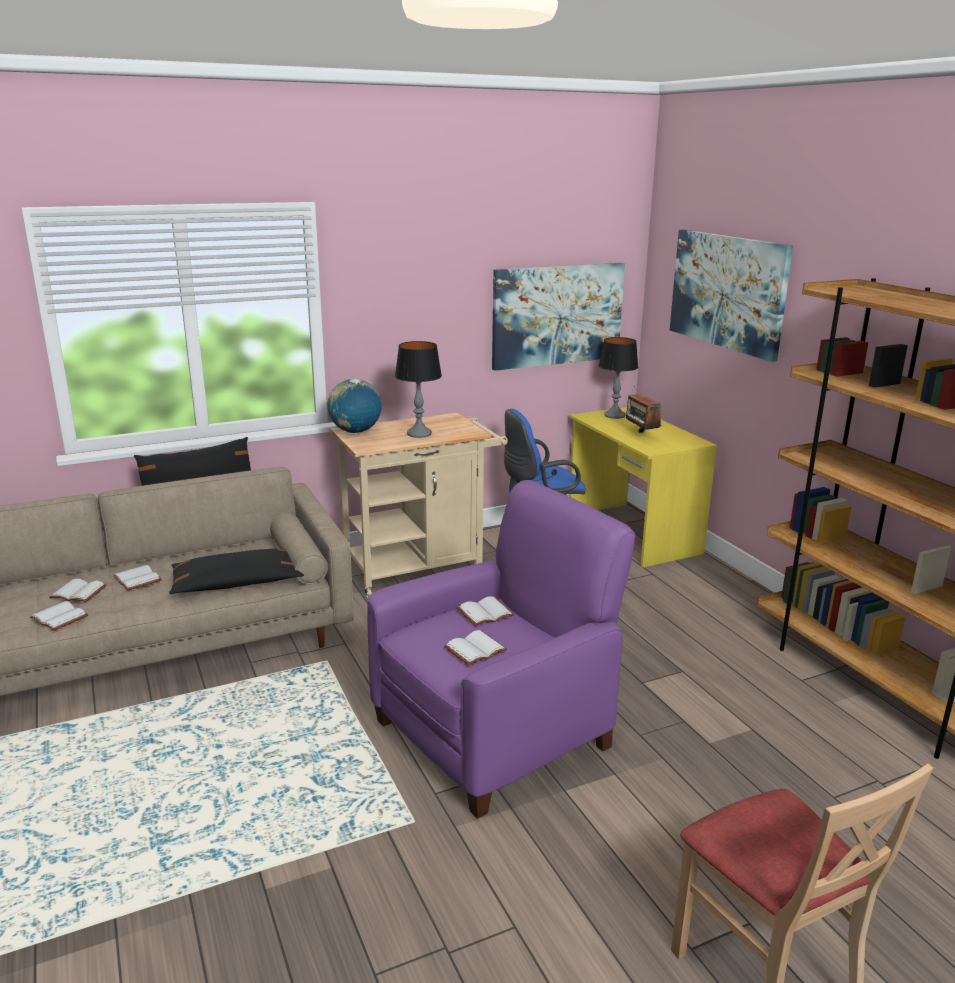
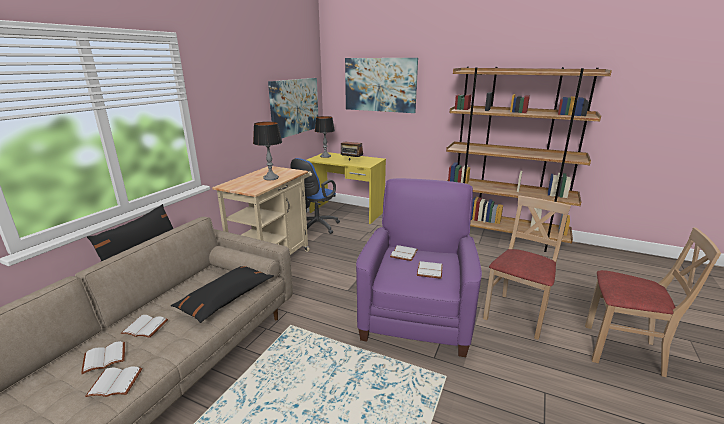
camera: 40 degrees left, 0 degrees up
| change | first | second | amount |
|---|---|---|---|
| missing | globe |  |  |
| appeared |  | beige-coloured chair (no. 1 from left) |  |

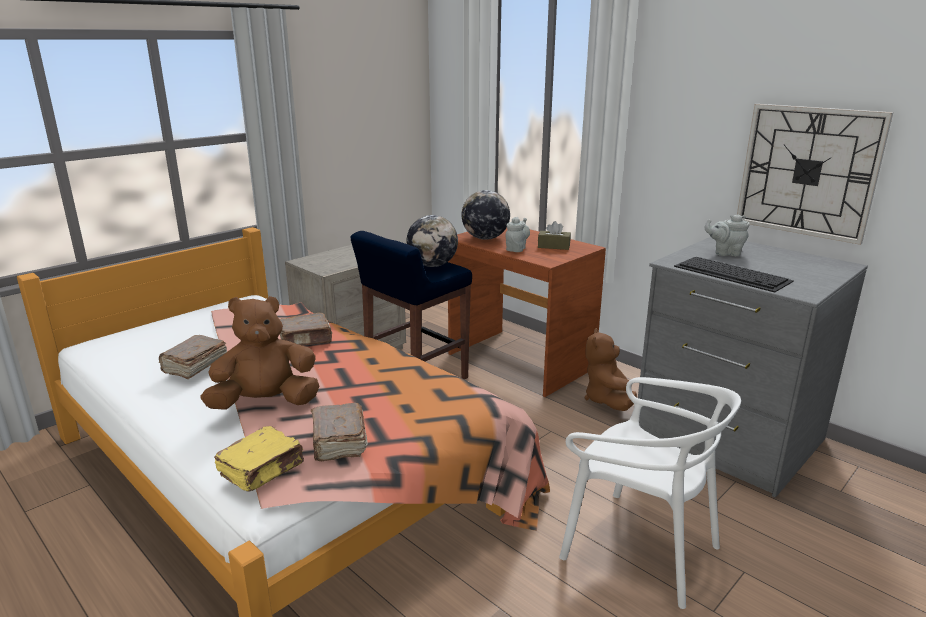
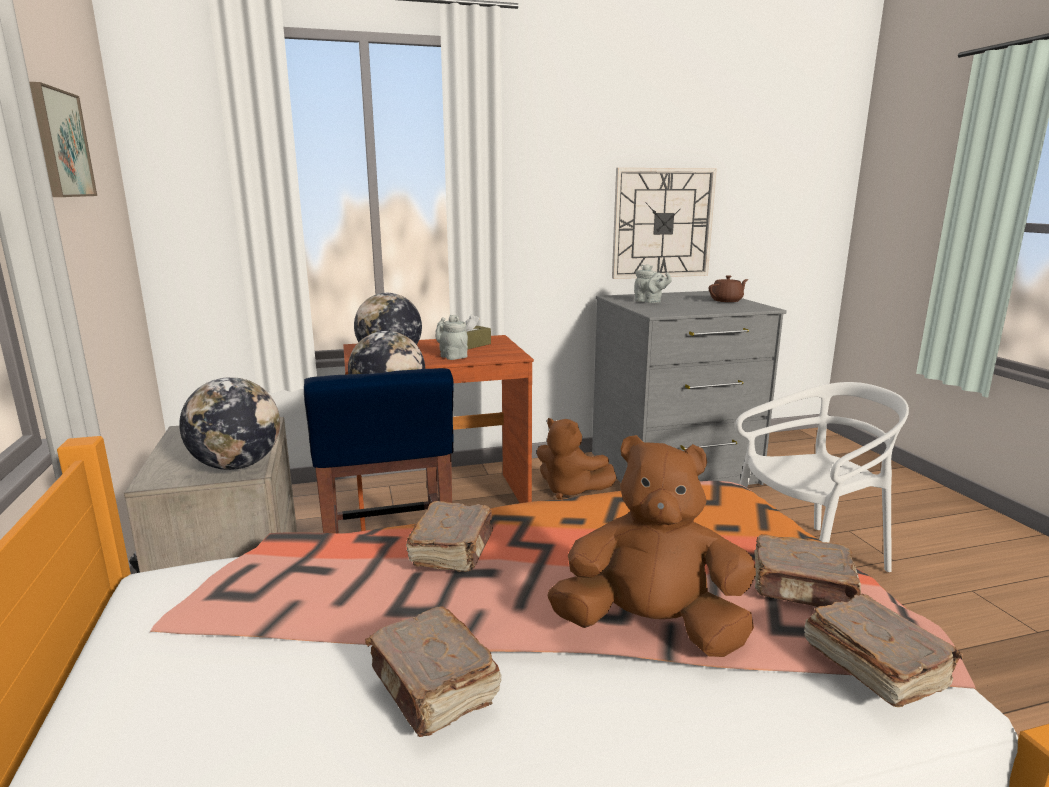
camera: 60 degrees left, 5 degrees down
| change | first | second | amount |
|---|---|---|---|
| spun | greyish pot for tea (no. 2 from left) |  | 90 degrees counterclockwise |
| missing | keyboard |  |  |
| spun | brown-coloured cuddly toy (no. 1 from left in the first image) | brown-coloured cuddly toy (no. 2 from left) | 90 degrees clockwise |
| colour | yellow-coloured book | brown-coloured book (no. 4 from left) |  |
| appeared |  | wall art |  |
| appeared |  | brown-coloured pot for tea |  |
| appeared |  | globe (no. 1 from left) |  |

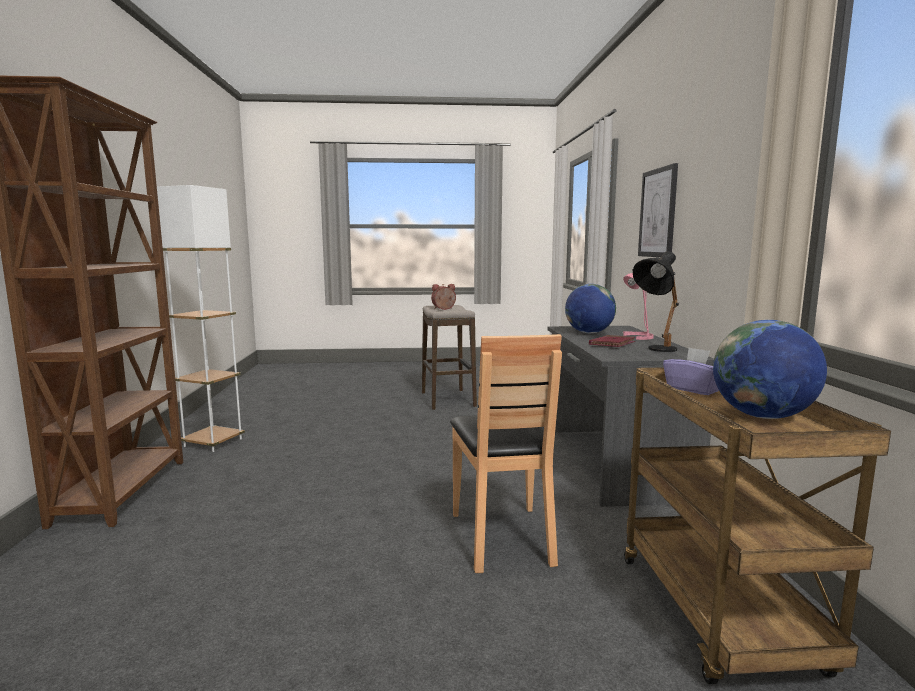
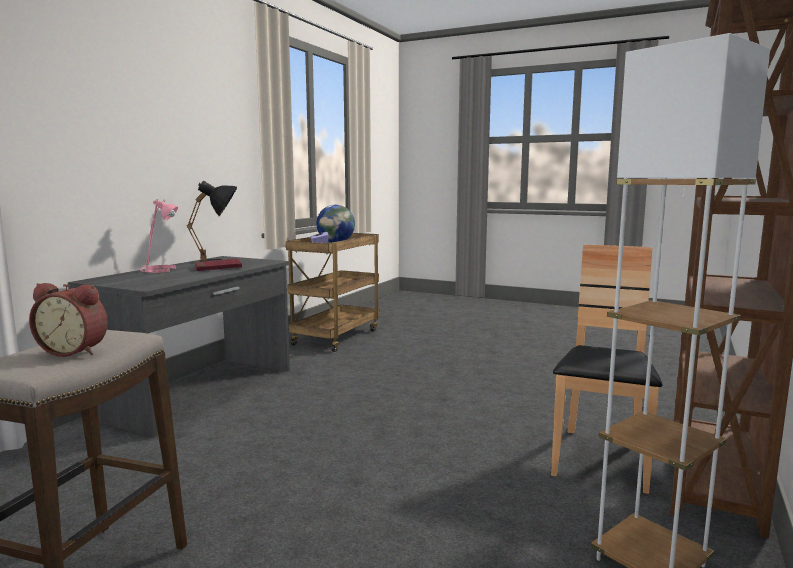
camera: 150 degrees left, 0 degrees up
| change | first | second | amount |
|---|---|---|---|
| missing | wall art |  |  |
| missing | globe (no. 1 from left) |  |  |
| relocated | brown-coloured chair |  |  |

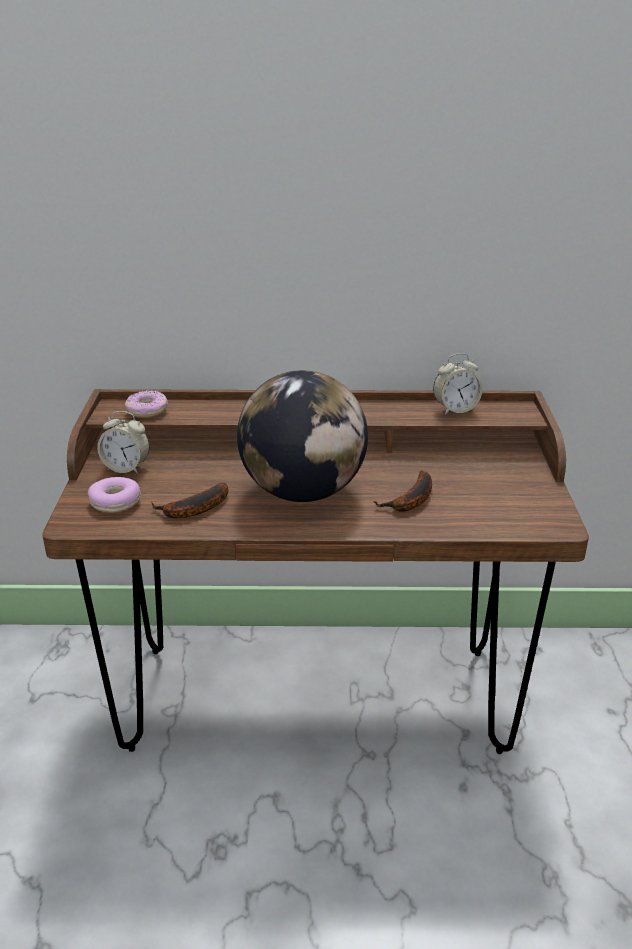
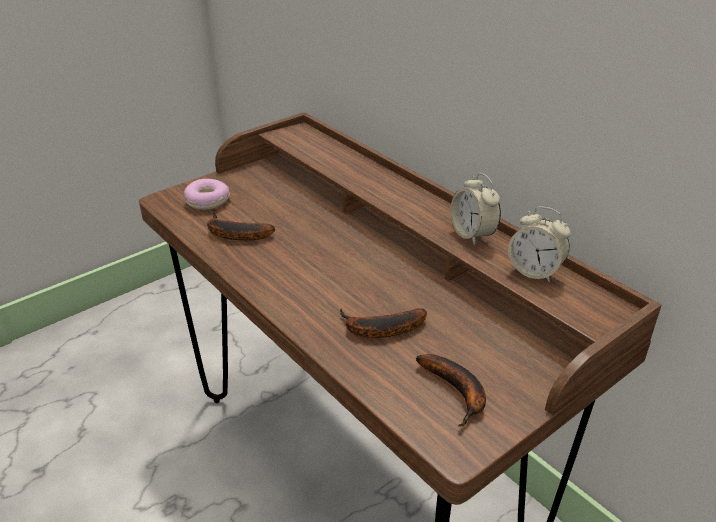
camera: 50 degrees right, 5 degrees up
| change | first | second | amount |
|---|---|---|---|
| missing | globe |  |  |
| missing | donut (no. 2 from left) |  |  |
| relocated | bedside clock (no. 1 from left) |  |  |
| appeared |  | banana fruit (no. 3 from left) |  |

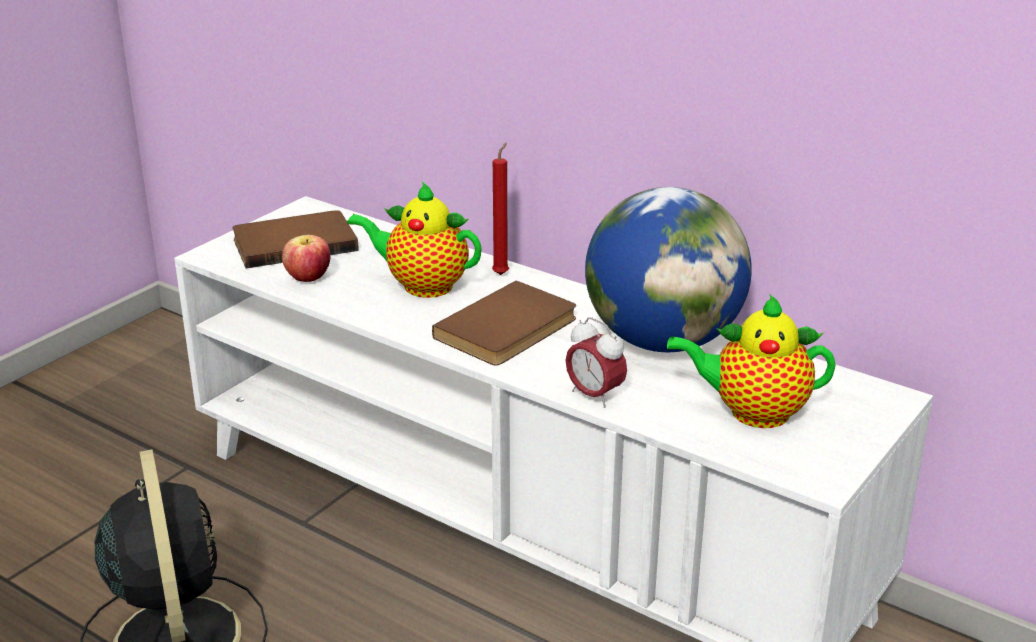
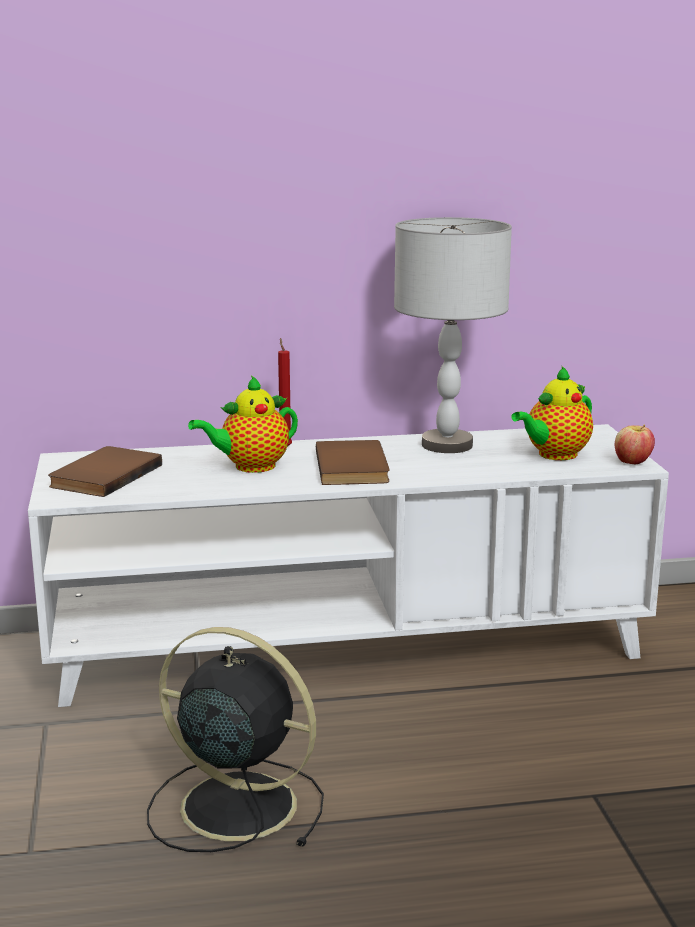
camera: 45 degrees left, 10 degrees down
| change | first | second | amount |
|---|---|---|---|
| exchanged | globe | greyish lamp for a table |  |
| relocated | whole apple |  |  |
| missing | bedside clock |  |  |

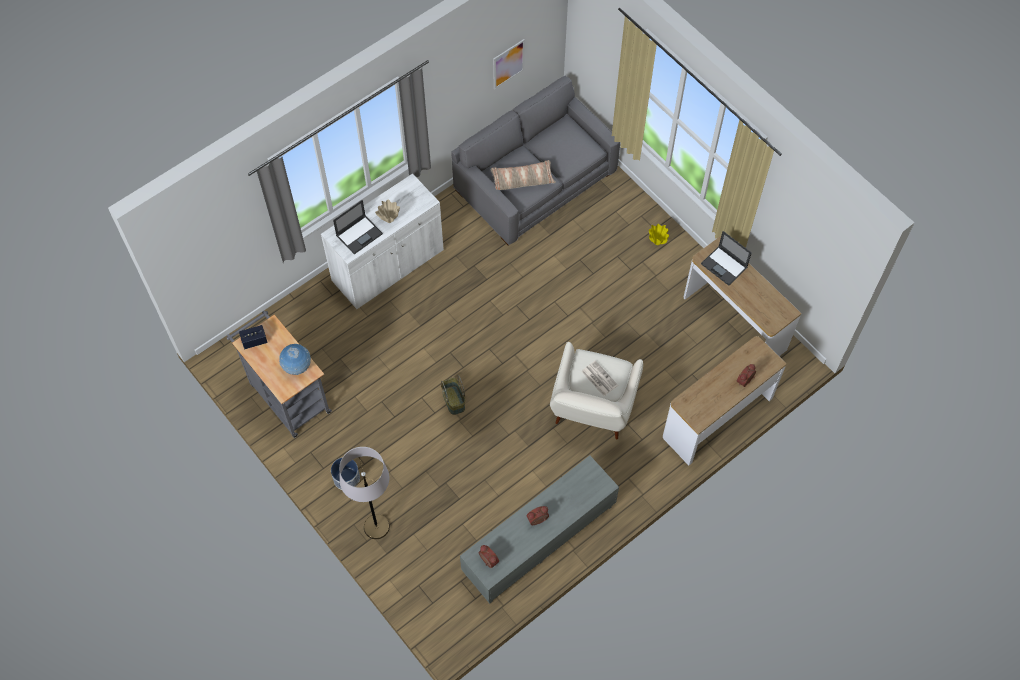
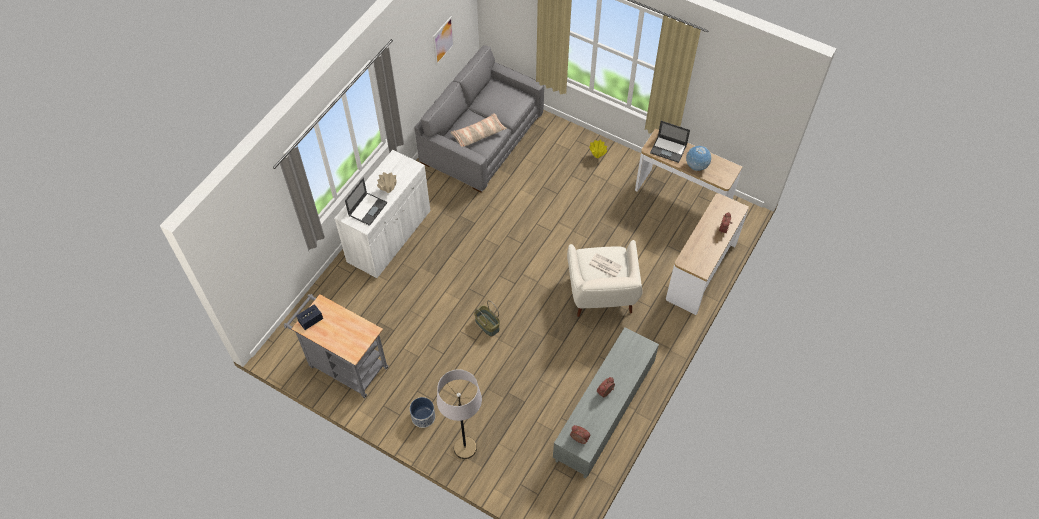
camera: 20 degrees left, 5 degrees down
| change | first | second | amount |
|---|---|---|---|
| relocated | globe |  |  |

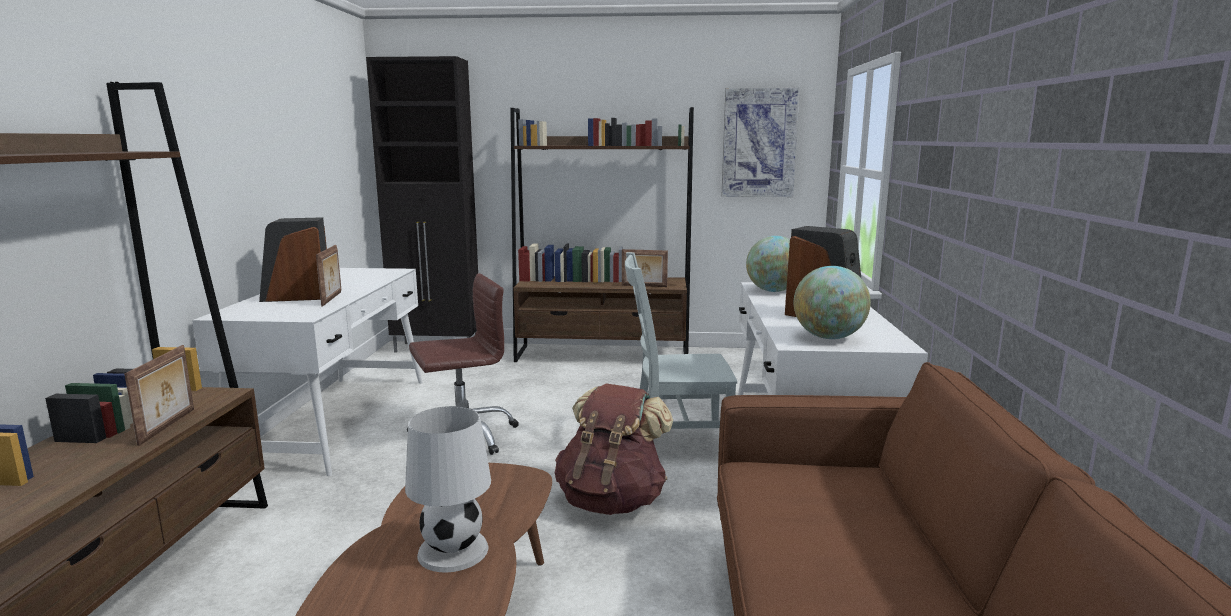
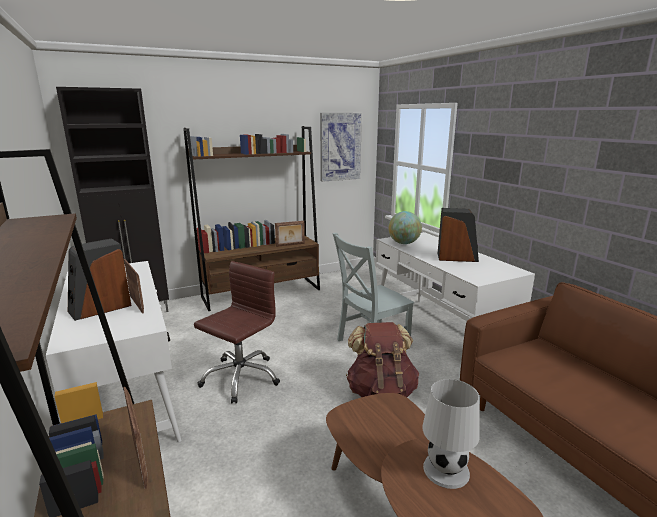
camera: 30 degrees left, 5 degrees up
| change | first | second | amount |
|---|---|---|---|
| missing | globe (no. 2 from left) |  |  |

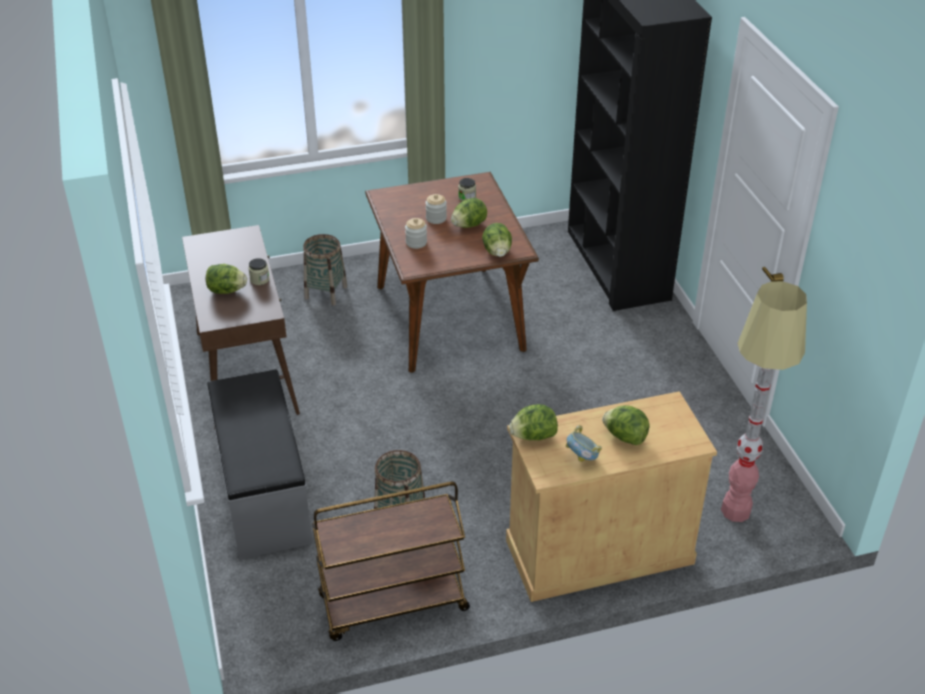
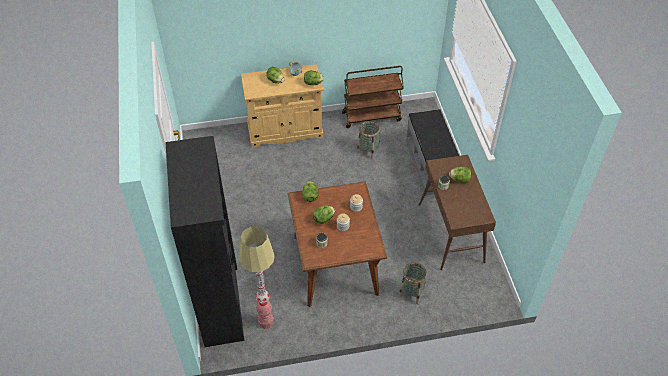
camera: 175 degrees left, 10 degrees up
| change | first | second | amount |
|---|---|---|---|
| relocated | standard lamp |  |  |

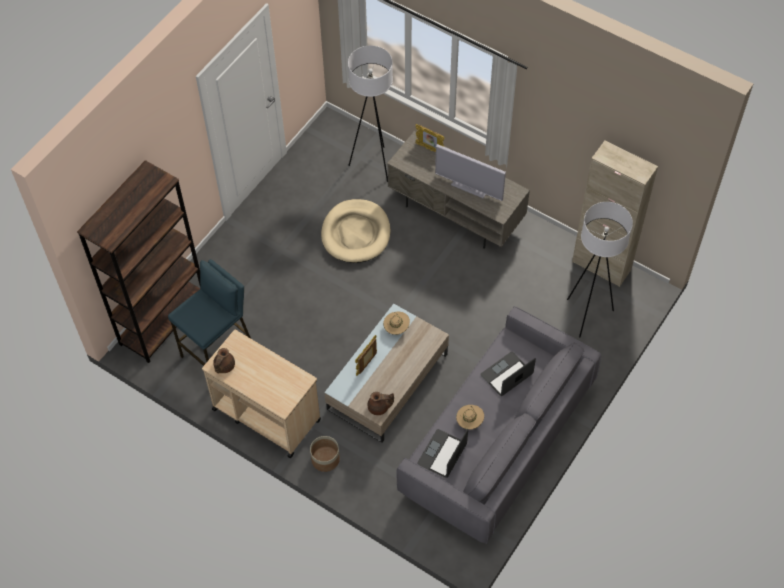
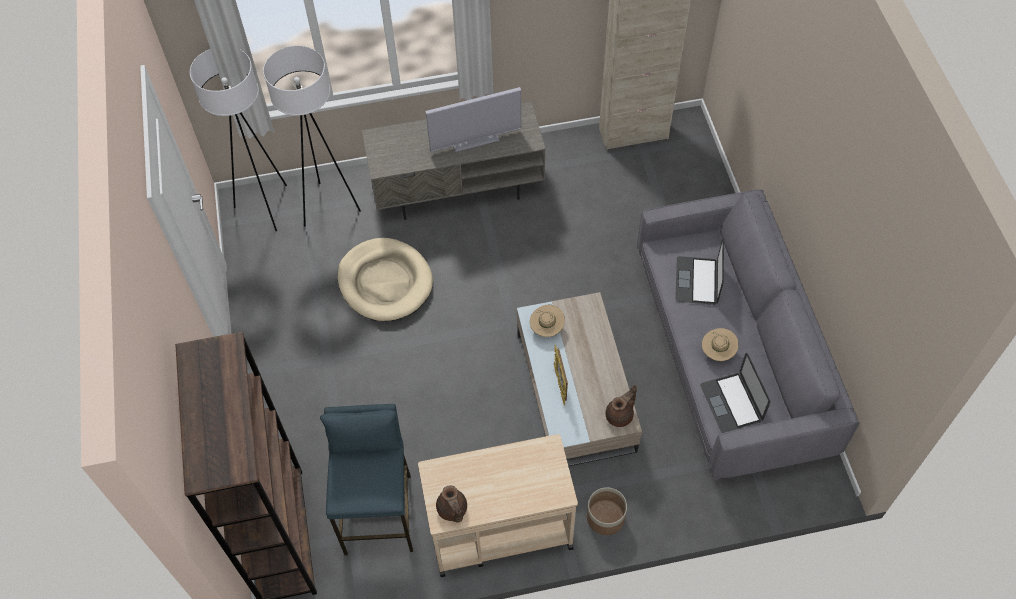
camera: 45 degrees left, 0 degrees up
| change | first | second | amount |
|---|---|---|---|
| missing | picture frame (no. 2 from left) |  |  |
| relocated | white-coloured standard lamp (no. 2 from left in the first image) | white-coloured standard lamp (no. 1 from left) |  |

